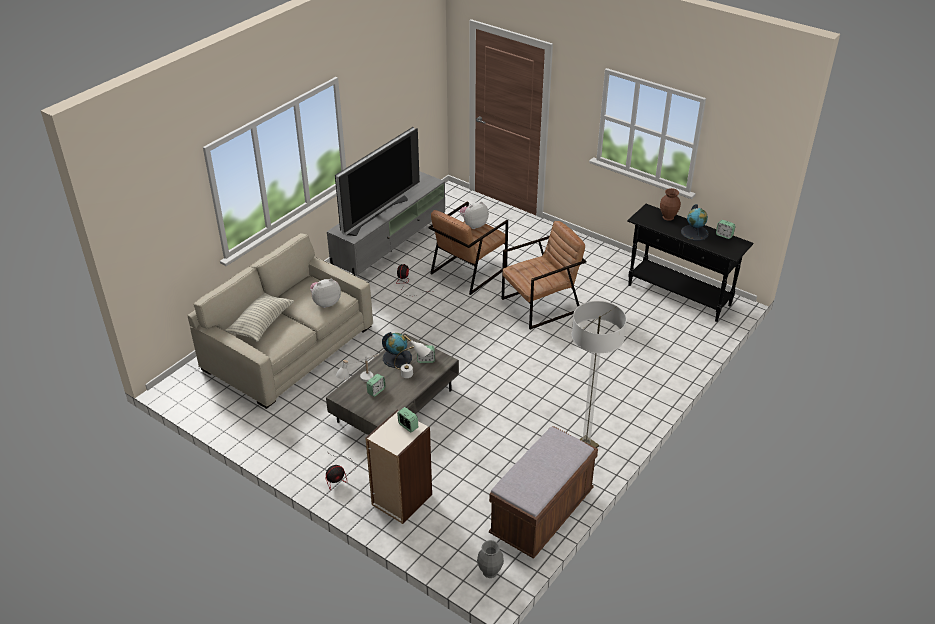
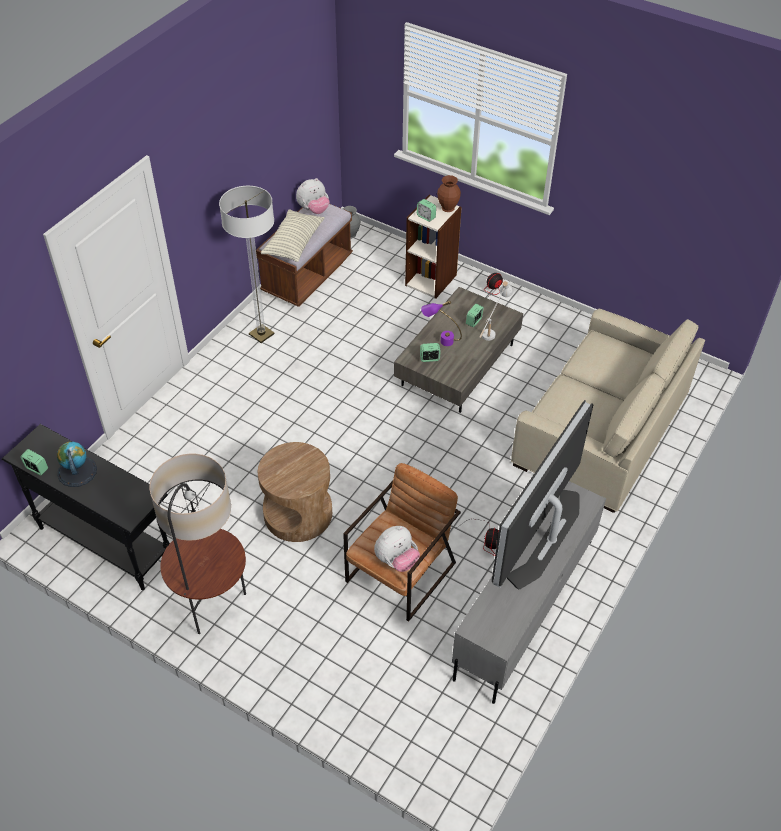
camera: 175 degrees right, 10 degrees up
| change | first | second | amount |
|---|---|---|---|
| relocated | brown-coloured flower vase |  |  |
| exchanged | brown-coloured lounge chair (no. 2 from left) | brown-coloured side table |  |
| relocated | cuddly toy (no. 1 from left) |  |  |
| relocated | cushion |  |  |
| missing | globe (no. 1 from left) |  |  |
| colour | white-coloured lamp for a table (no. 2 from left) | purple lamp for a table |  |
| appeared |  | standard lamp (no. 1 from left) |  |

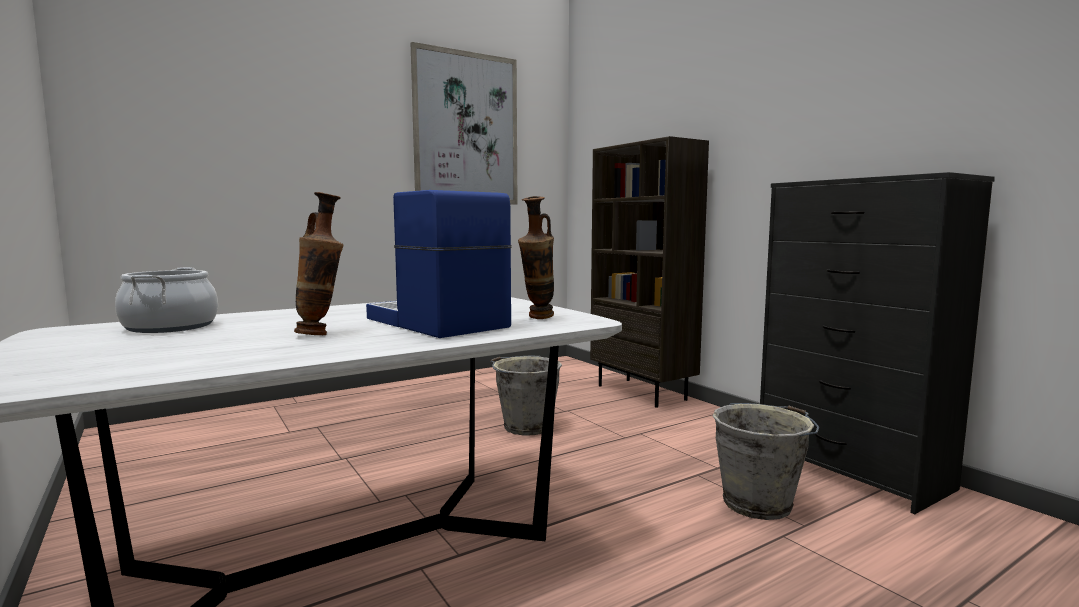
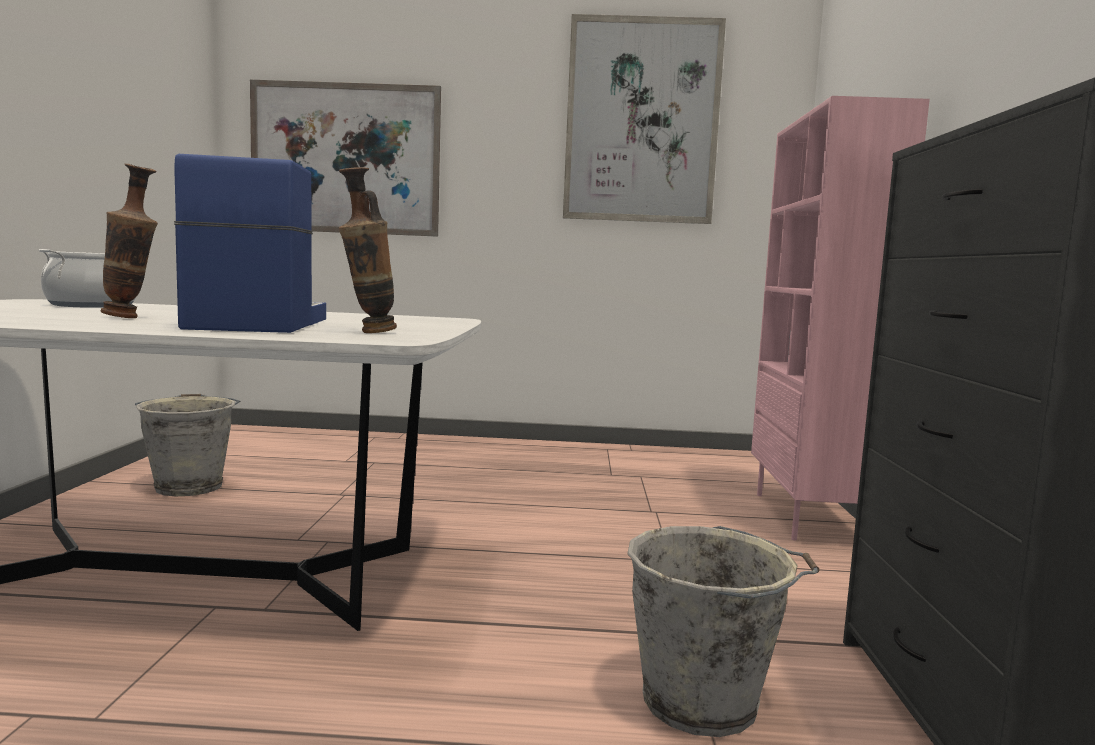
camera: 35 degrees right, 0 degrees up
| change | first | second | amount |
|---|---|---|---|
| colour | brown-coloured bookshelf | pink bookshelf |  |
| relocated | greyish pail (no. 1 from left) |  |  |
| appeared |  | wall art (no. 1 from left) |  |

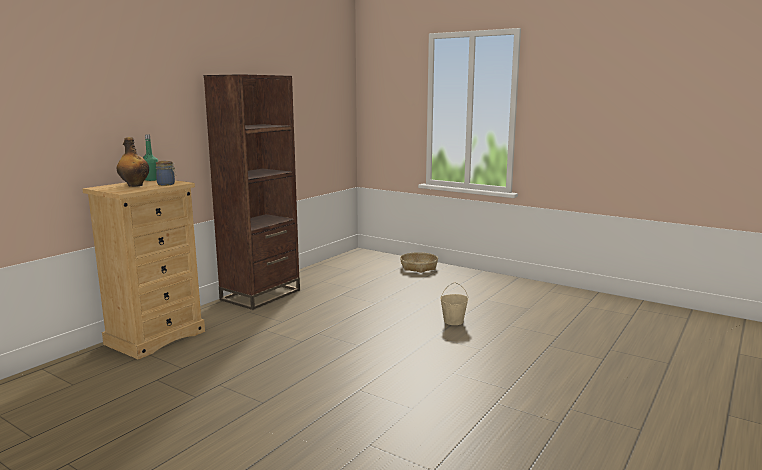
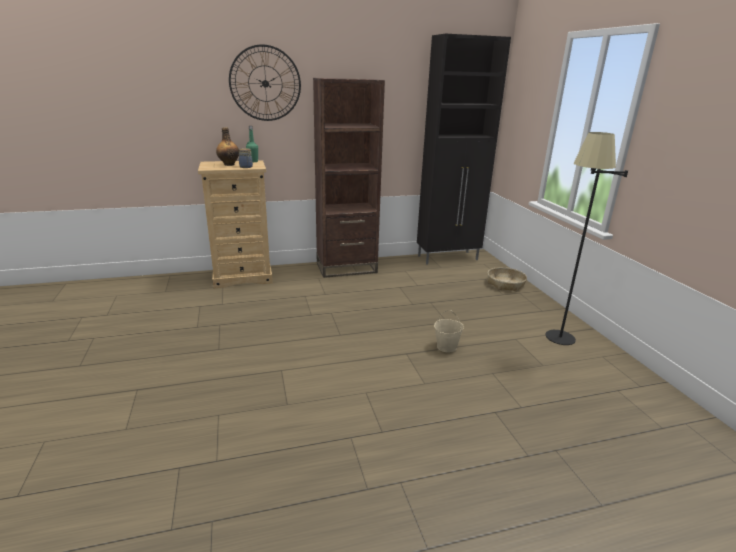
camera: 40 degrees right, 10 degrees up
| change | first | second | amount |
|---|---|---|---|
| appeared |  | black-coloured cupboard |  |
| appeared |  | wall clock |  |
| appeared |  | black-coloured standard lamp |  |

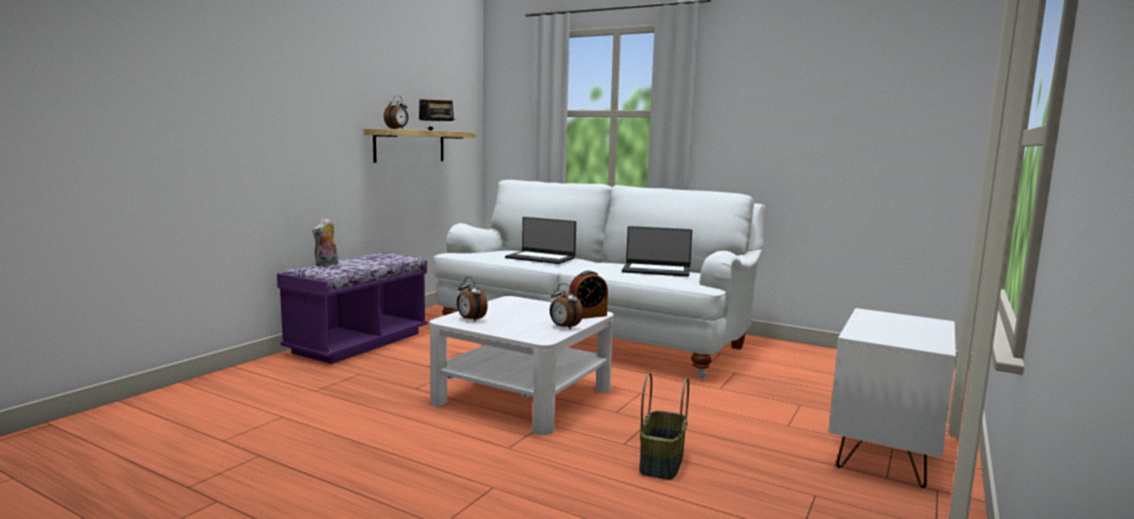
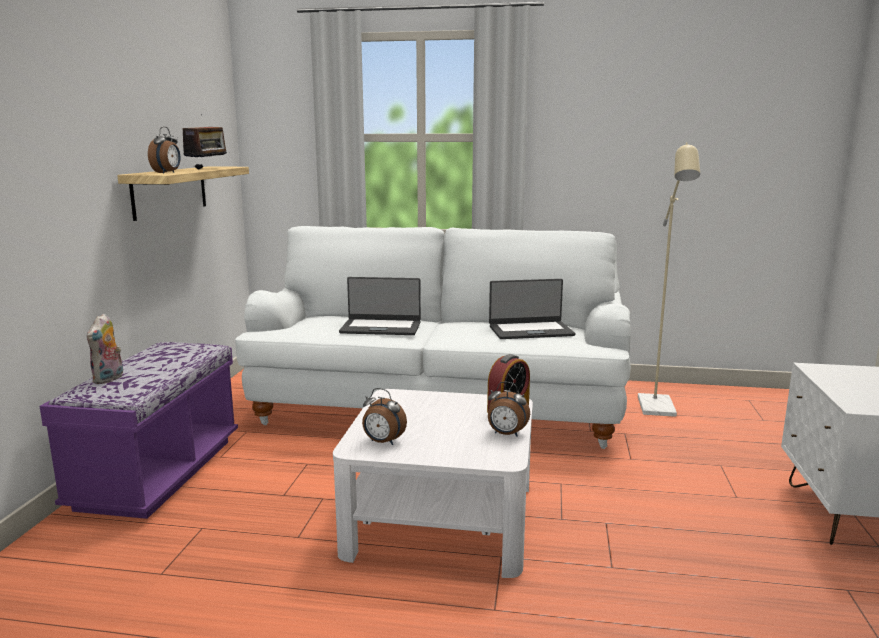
camera: 20 degrees left, 5 degrees up
| change | first | second | amount |
|---|---|---|---|
| missing | basket |  |  |
| appeared |  | beige-coloured standard lamp |  |

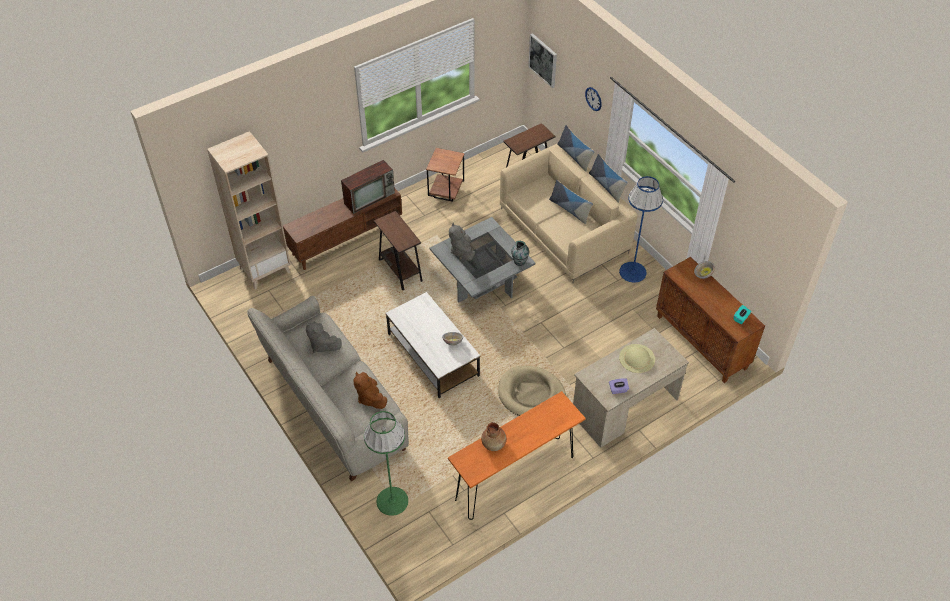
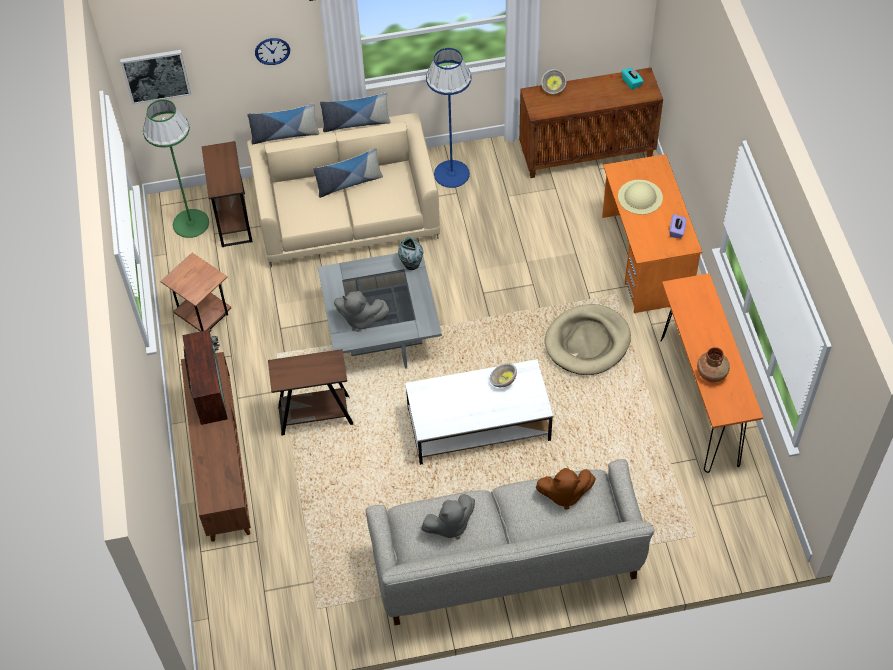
camera: 65 degrees left, 5 degrees up
| change | first | second | amount |
|---|---|---|---|
| missing | beige-coloured bookshelf |  |  |
| colour | beige-coloured desk | orangey desk |  |
| relocated | green standard lamp |  |  |

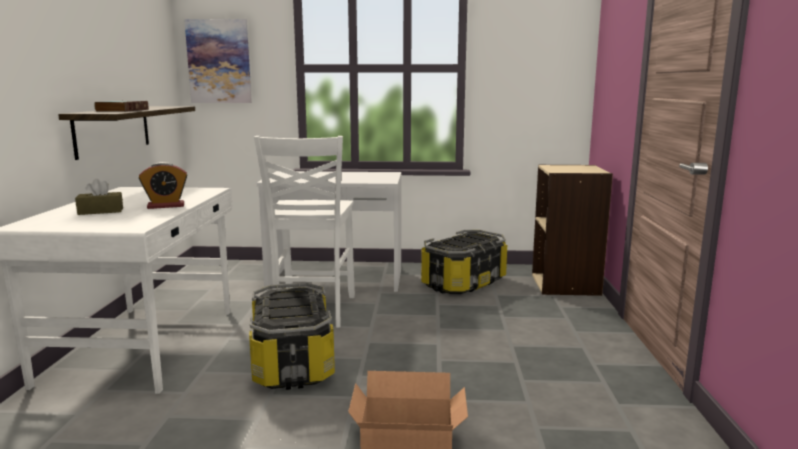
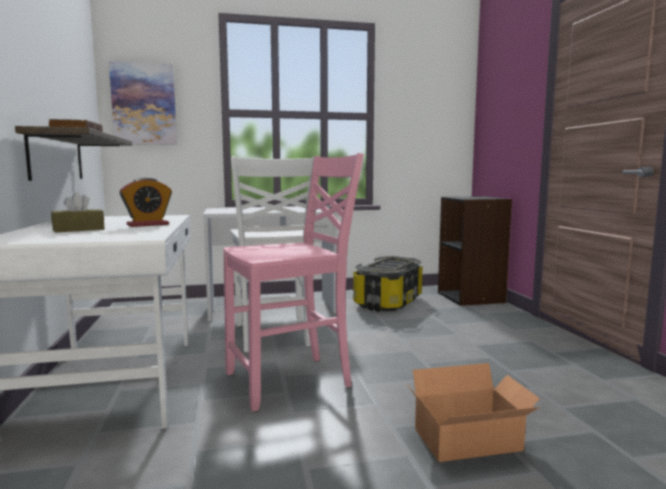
camera: 15 degrees left, 5 degrees down
| change | first | second | amount |
|---|---|---|---|
| colour | beige-coloured bookshelf | black-coloured bookshelf |  |
| exchanged | storage bin (no. 1 from left) | pink chair |  |

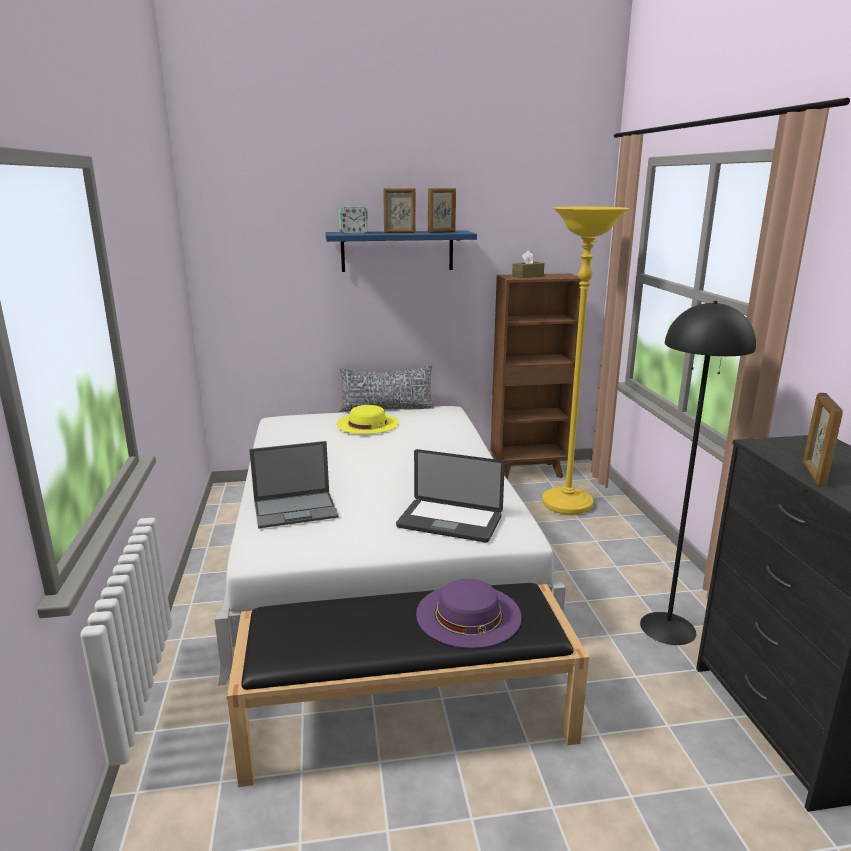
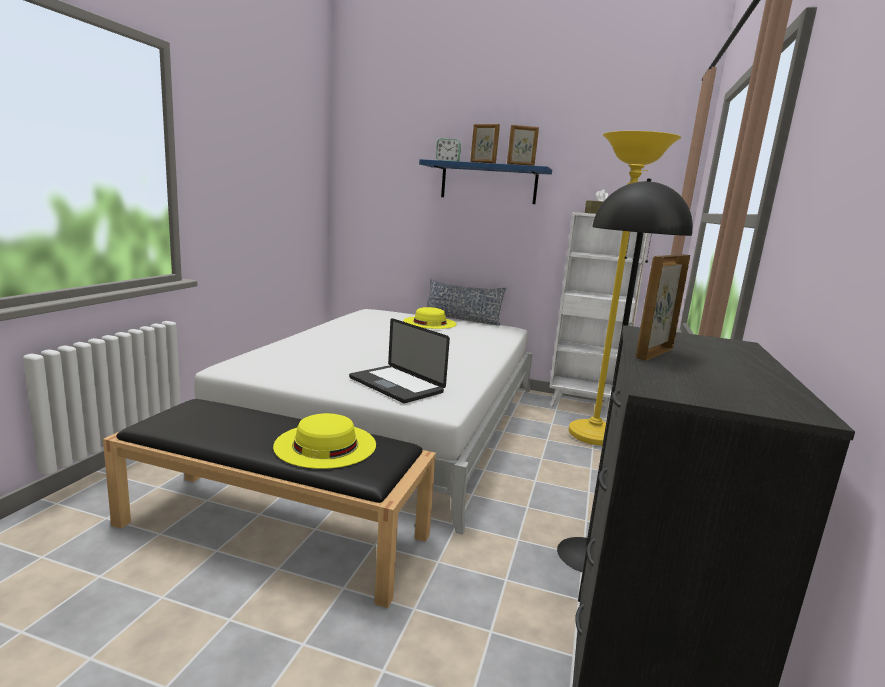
camera: 25 degrees right, 5 degrees down
| change | first | second | amount |
|---|---|---|---|
| colour | brown-coloured bookshelf | white-coloured bookshelf |  |
| missing | laptop (no. 1 from left) |  |  |
| colour | purple wearable hat | yellow-coloured wearable hat (no. 1 from left) |  |

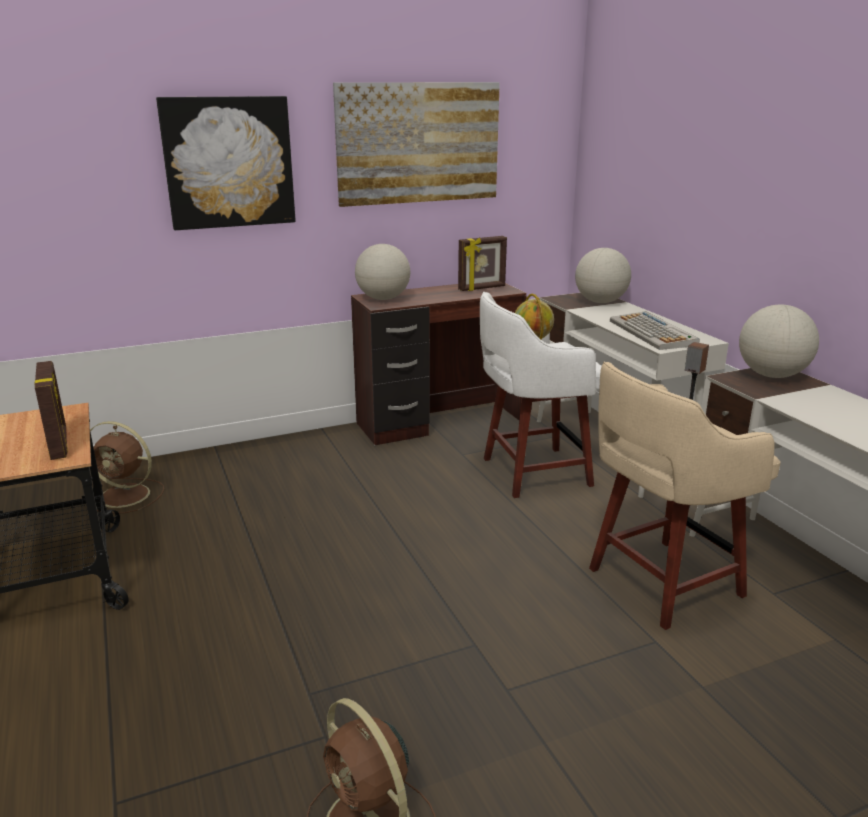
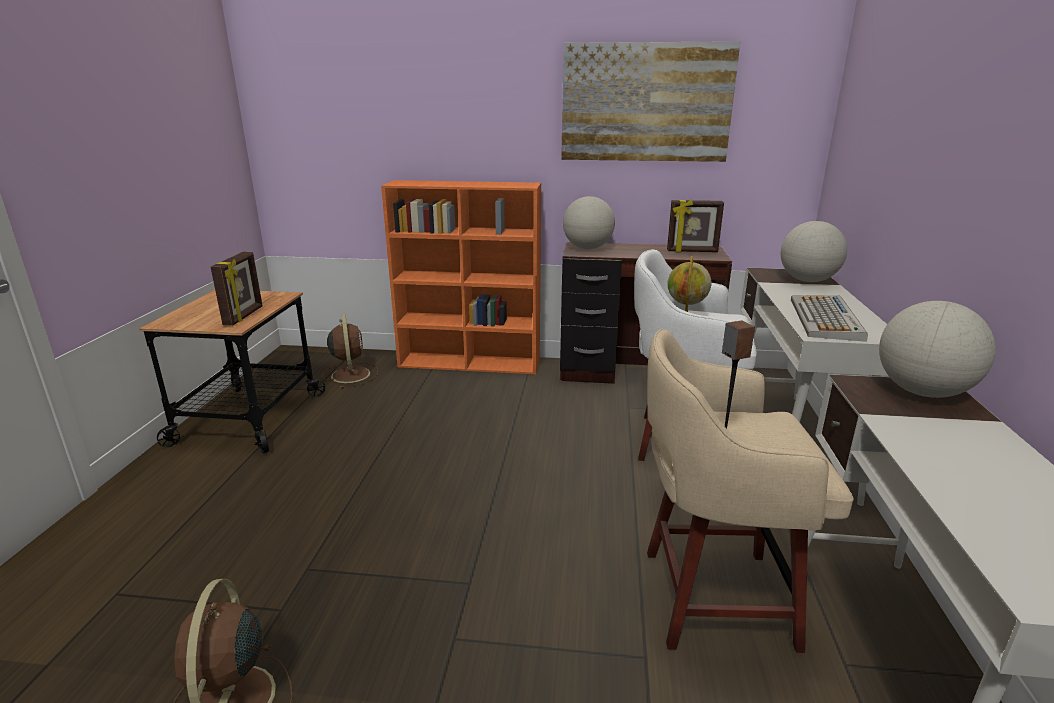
camera: 30 degrees right, 0 degrees up
| change | first | second | amount |
|---|---|---|---|
| missing | wall art (no. 1 from left) |  |  |
| spun | brown-coloured cooling fan (no. 1 from left in the first image) | brown-coloured cooling fan (no. 2 from left) | 150 degrees counterclockwise |
| appeared |  | orangey bookshelf |  |

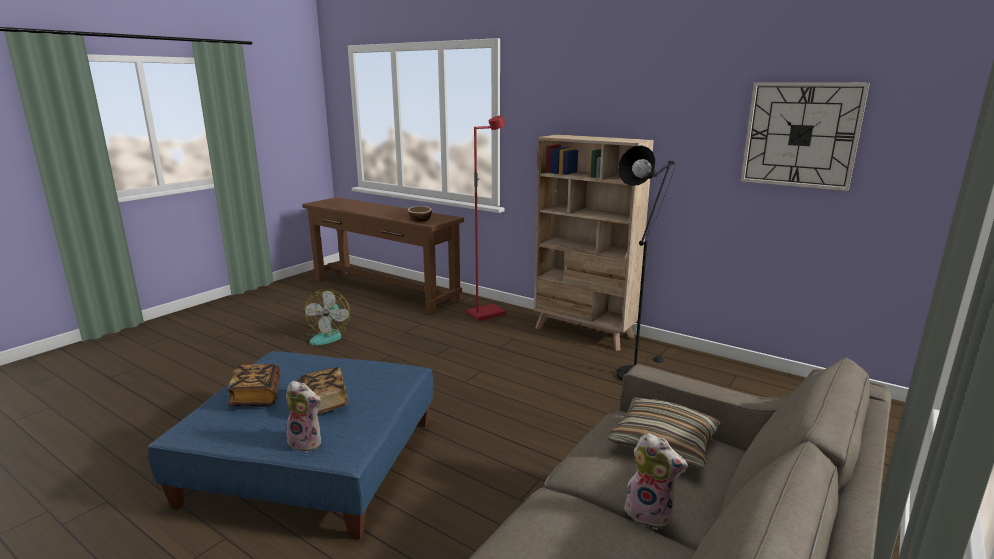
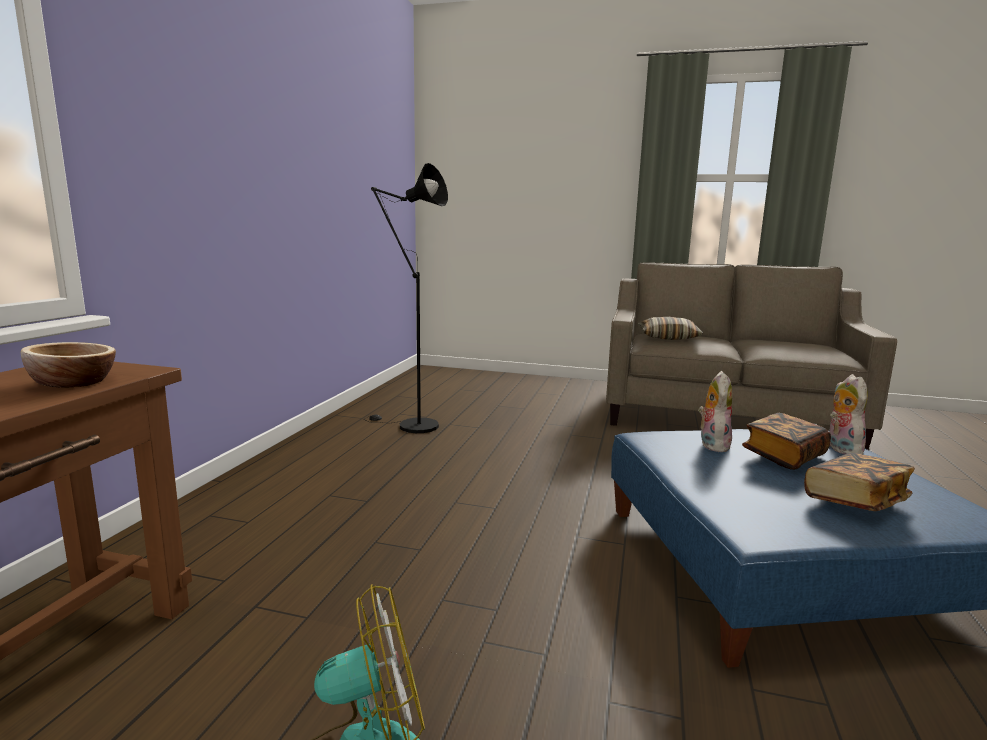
camera: 110 degrees left, 5 degrees down
| change | first | second | amount |
|---|---|---|---|
| missing | wall clock |  |  |
| missing | red standard lamp |  |  |
| missing | beige-coloured bookshelf |  |  |
| relocated | cuddly toy (no. 2 from left in the first image) | cuddly toy (no. 1 from left) |  |

